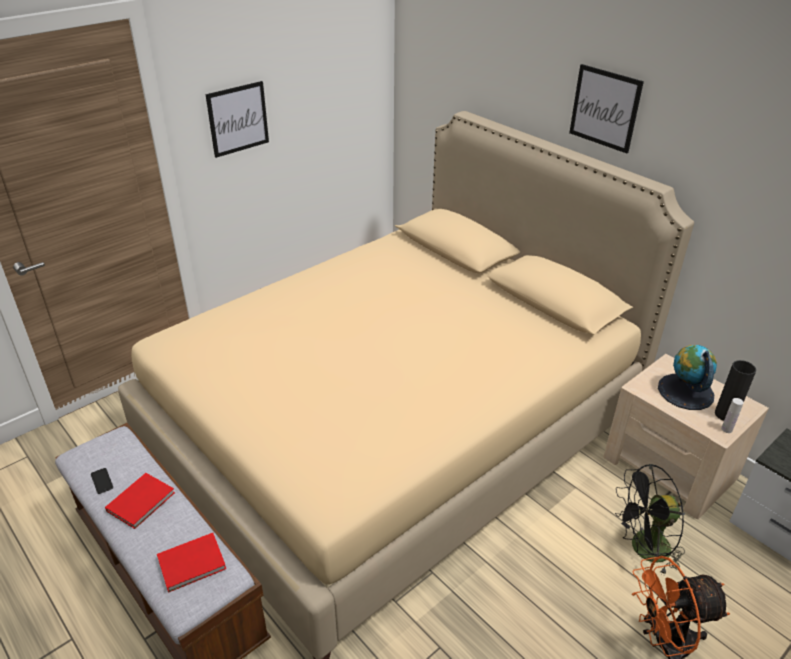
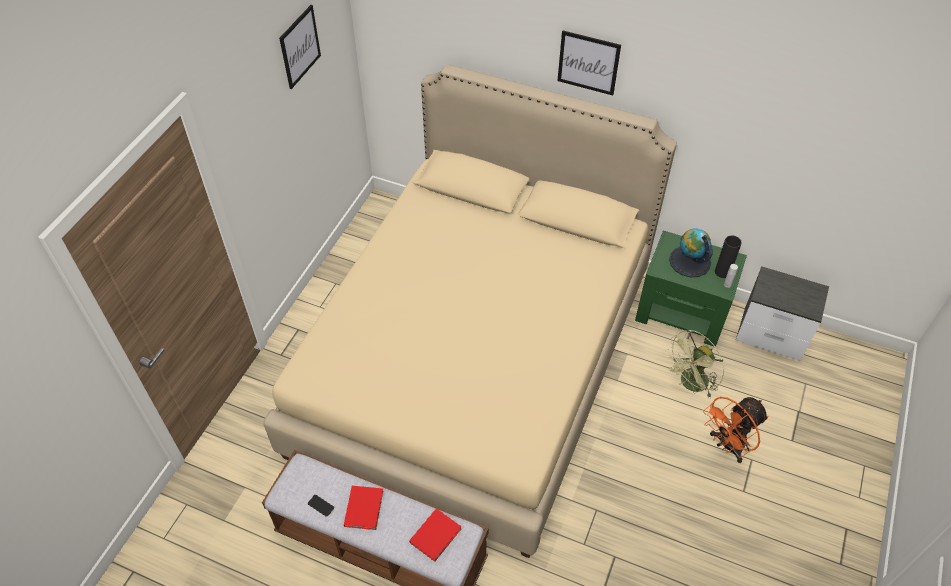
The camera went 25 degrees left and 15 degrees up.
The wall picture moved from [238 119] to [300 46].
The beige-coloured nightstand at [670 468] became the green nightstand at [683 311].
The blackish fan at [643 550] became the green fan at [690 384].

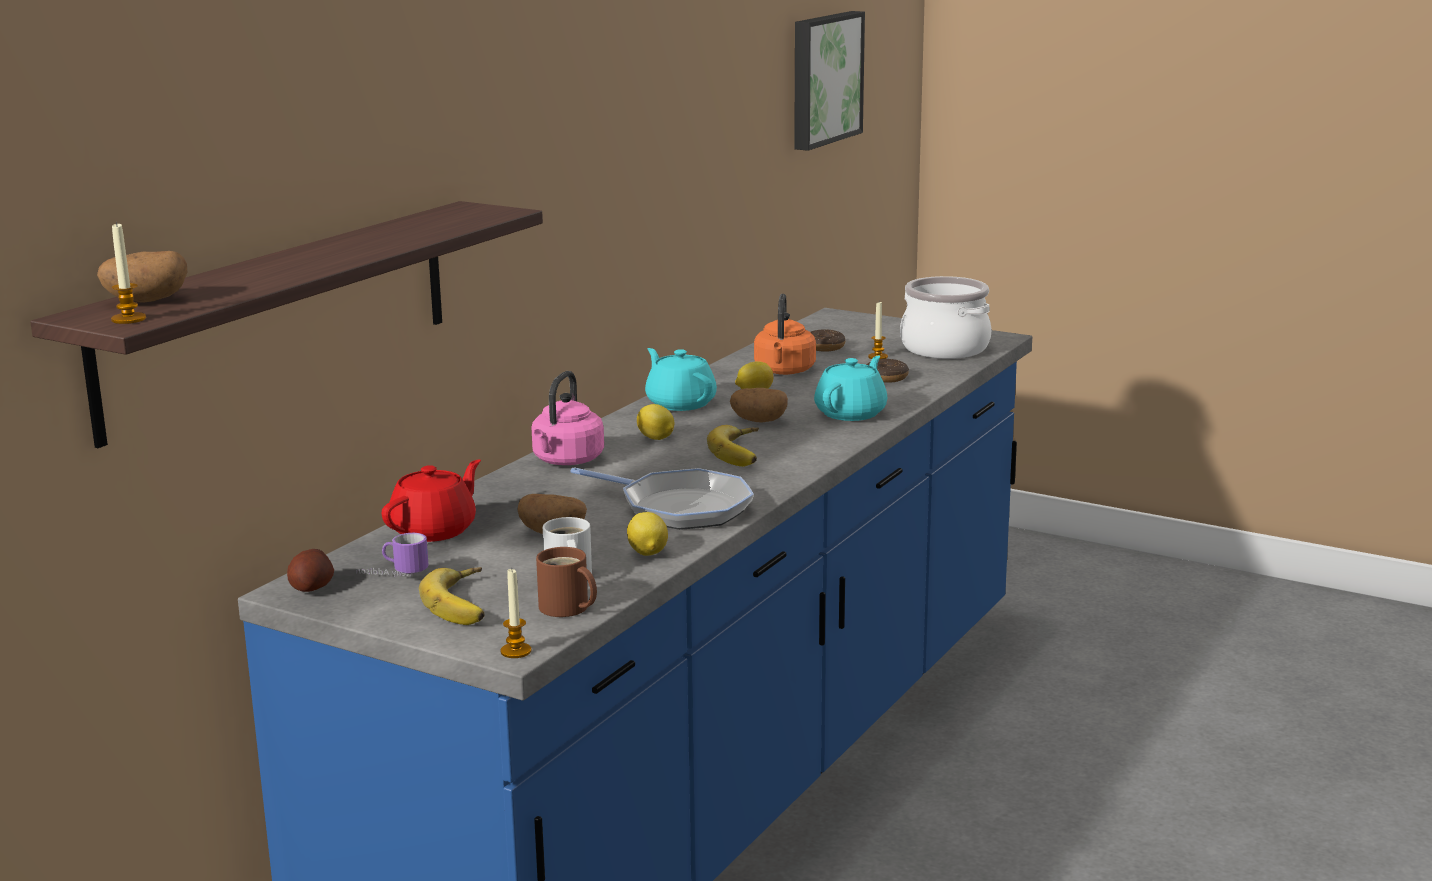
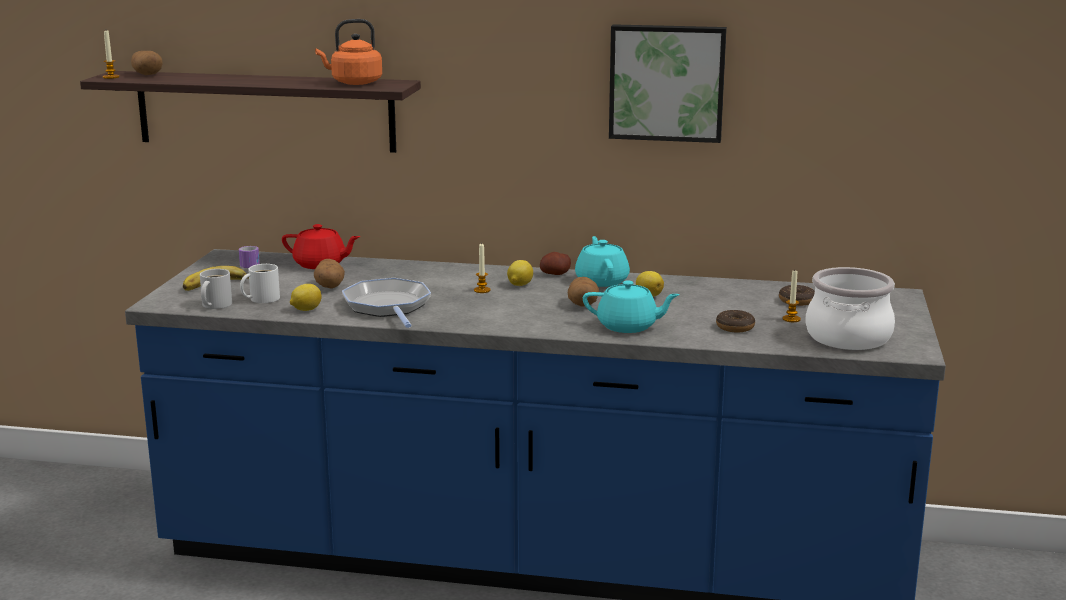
The camera went 70 degrees right and 0 degrees up.
The spud moved from [312 588] to [555 274].
The candle moved from [516 651] to [482 290].
The pink-coloured water kettle at [566 461] disappeared.
The brownish mug at [566 609] became the white mug at [214 305].
The skillet at [679 508] turned 150 degrees clockwise.
The turquoise tea pot at [680 403] turned 45 degrees counterclockwise.
The whole banana at [744 452] disappeared.
The orange-coloured water kettle moved from [784 371] to [354 83].
The wall picture moved from [823 79] to [667 82].

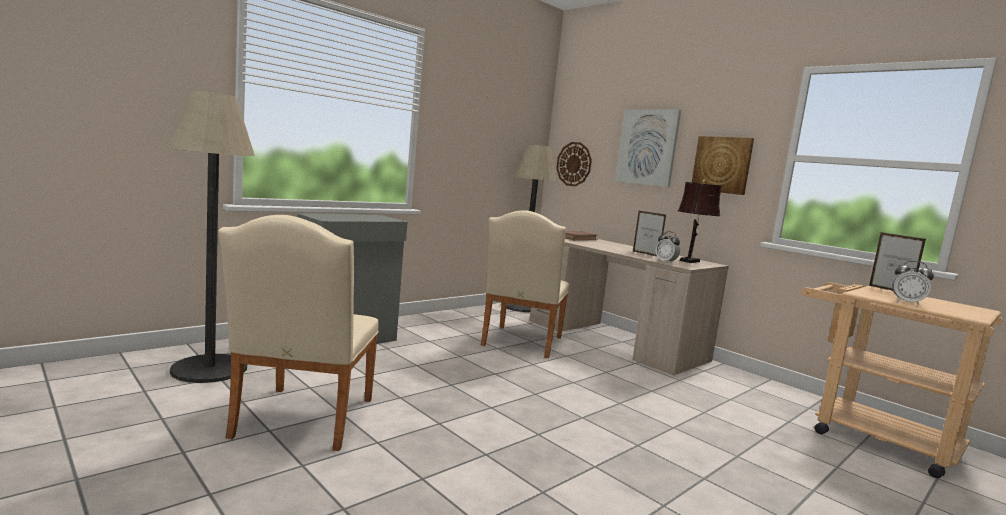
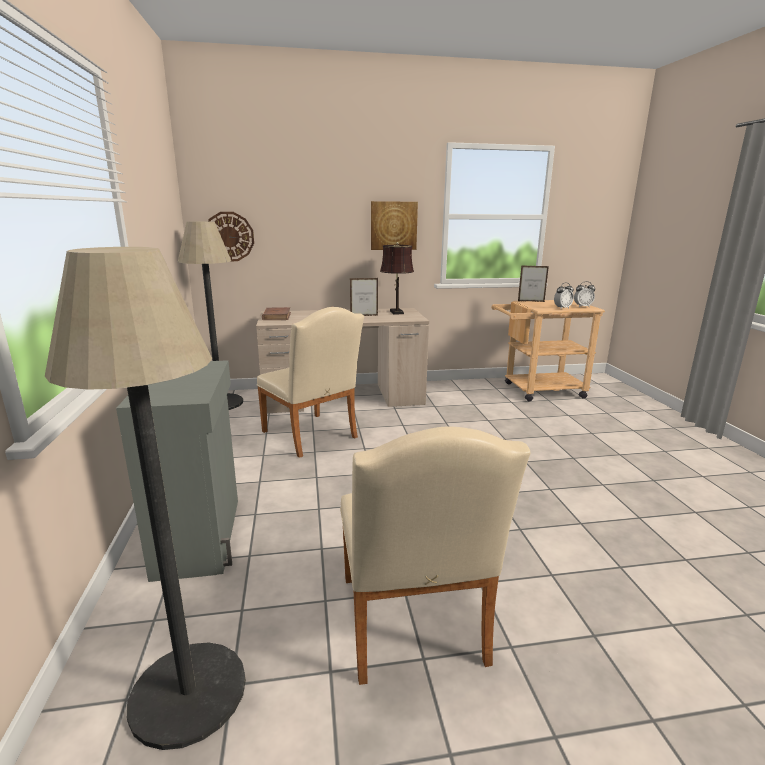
The camera went 55 degrees left and 10 degrees up.
The beige-coloured plain chair at [300 421] turned 45 degrees clockwise.
The wall picture at [647 147] disappeared.
The alarm clock moved from [665 262] to [582 306].

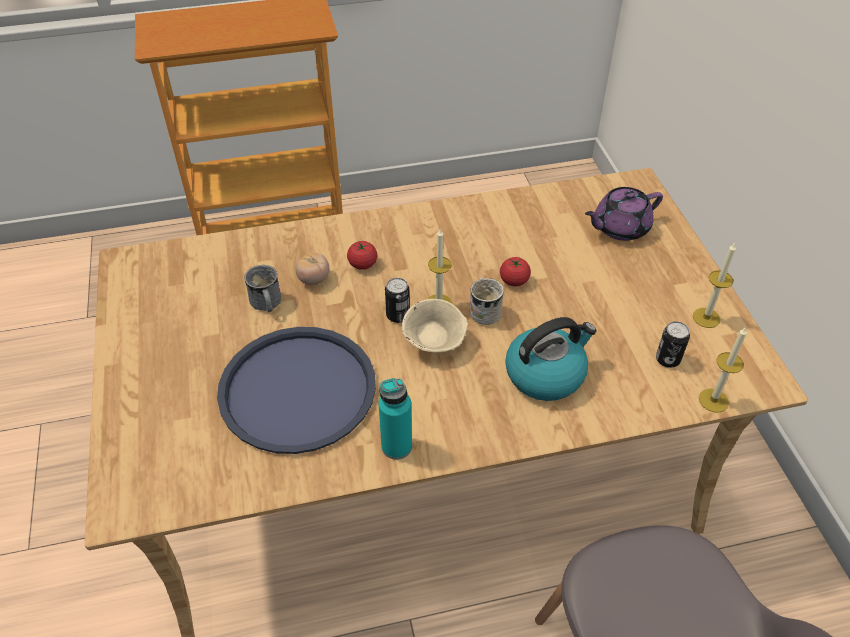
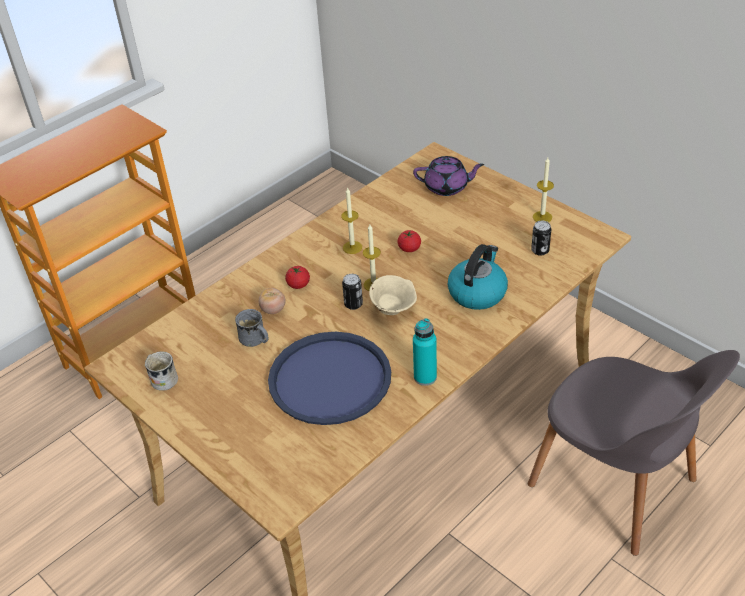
The camera went 30 degrees left and 5 degrees down.
The white mug moved from [484 310] to [162 379].
The purple tea pot at [619 227] turned 120 degrees counterclockwise.
The candle moved from [713 400] to [352 247].

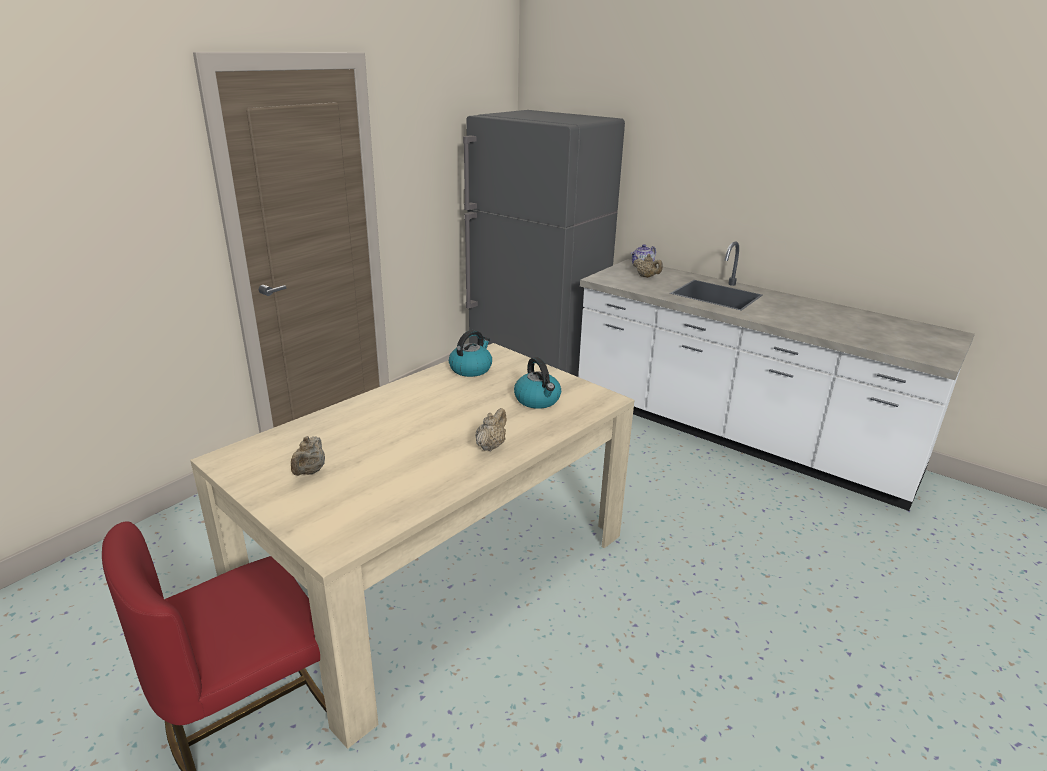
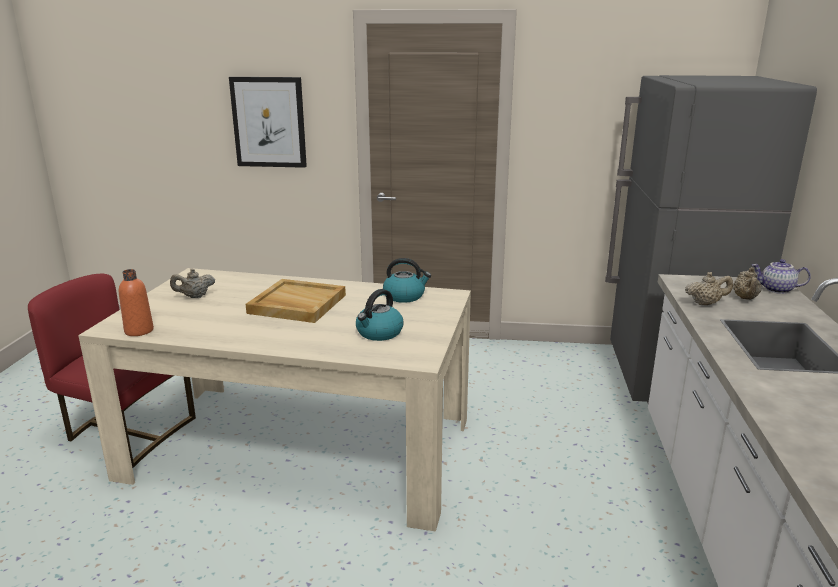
The camera went 60 degrees right and 5 degrees down.
The beige-coloured tea pot moved from [491 446] to [705 303].
The orange-coloured beverage bottle at [139 331] appeared.
The wall picture at [269 122] appeared.
The beige-coloured serving tray at [296 304] appeared.

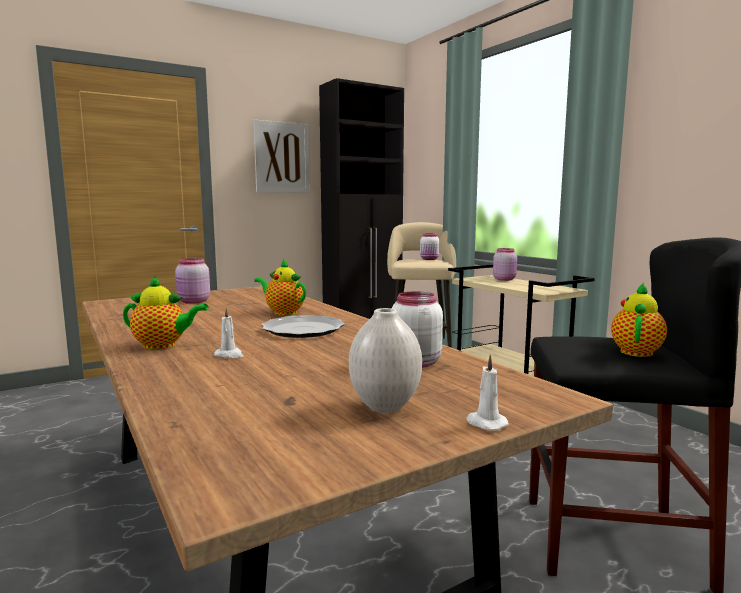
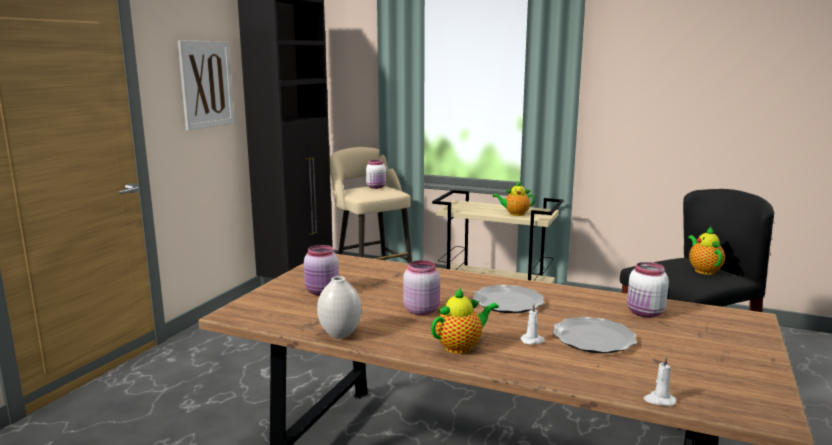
The camera went 35 degrees left and 5 degrees up.
The tea pot moved from [283 312] to [515 214].
The white flower vase moved from [385 406] to [340 334].
The white candle moved from [485 423] to [659 400].
The pink-coloured jar moved from [504 279] to [421 310].
The plate at [594 339] appeared.

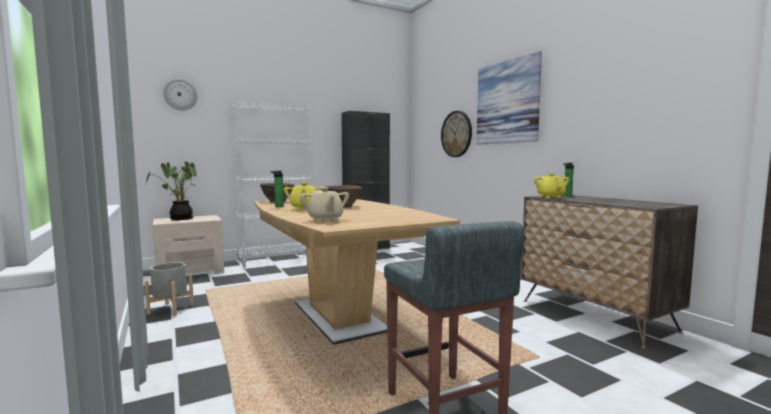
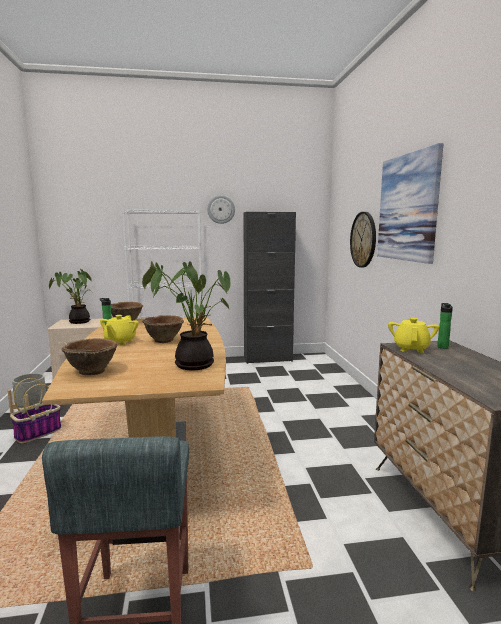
The camera went 20 degrees right and 5 degrees up.
The hanging clock moved from [180 94] to [221 209].
The beige-coloured tea pot at [325 220] was replaced by the brownish serving bowl at [91 371].
The household basket at [38 433] appeared.
The houseplant at [193 363] appeared.

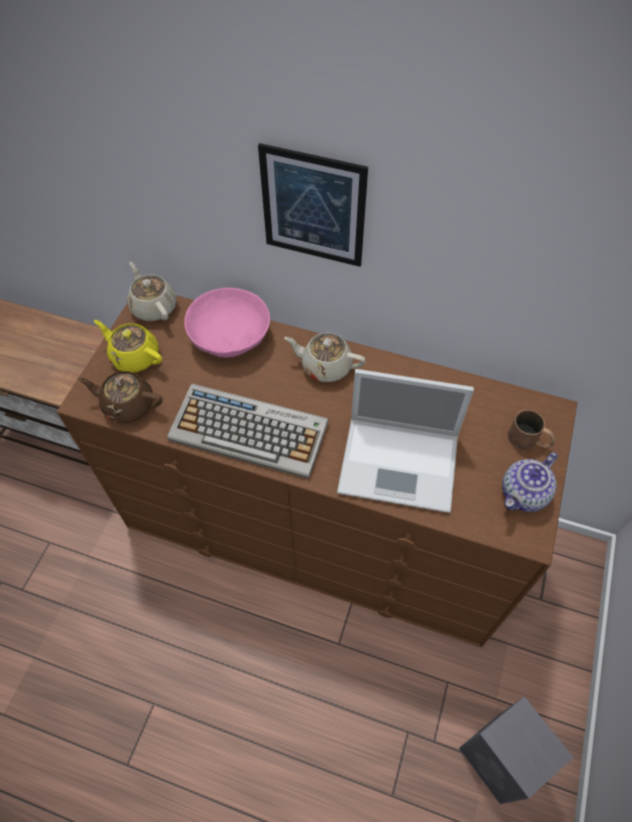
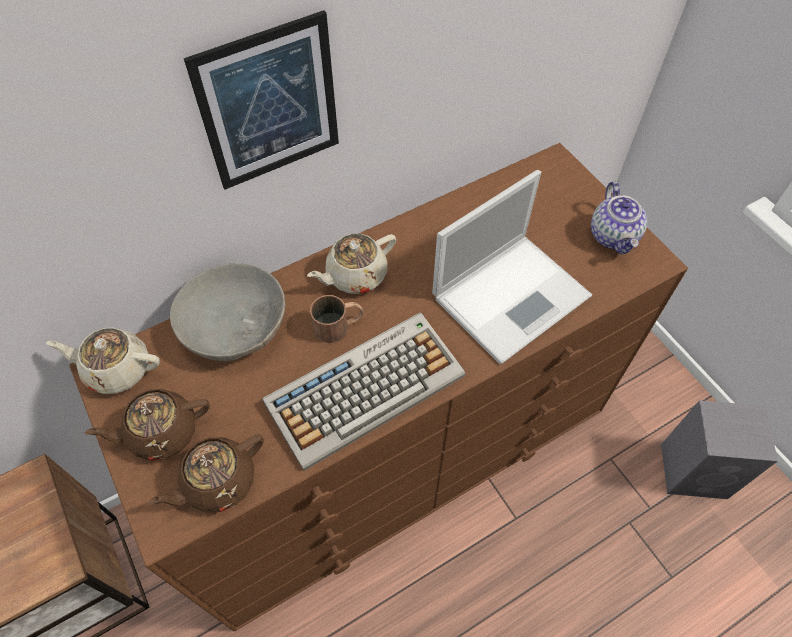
The camera went 50 degrees left and 0 degrees up.
The yellow-coloured tea pot at [134 356] became the brownish tea pot at [161 432].
The pink-coloured serving bowl at [230 336] became the gray serving bowl at [235 326].
The brownish mug moved from [529 440] to [339 325].

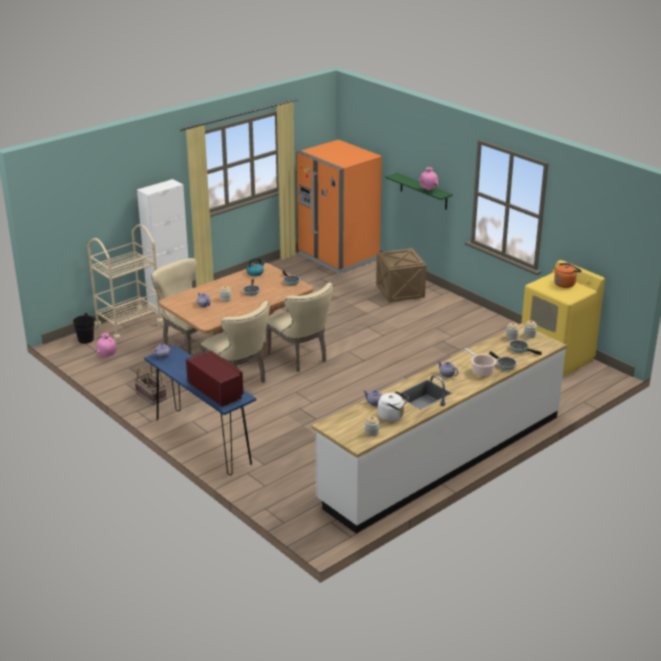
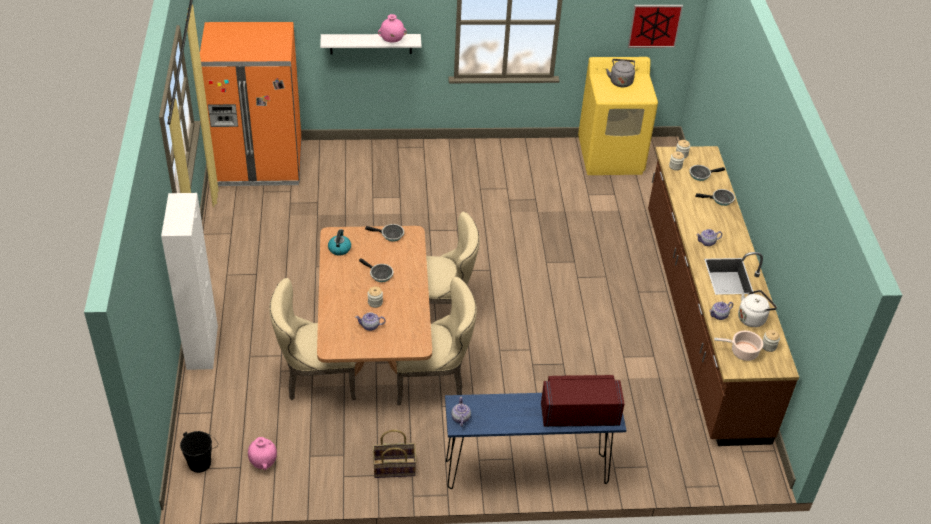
The camera went 55 degrees left and 15 degrees up.
The beige-coloured trolley at [129 325] disappeared.
The white counter at [442 457] became the brownish counter at [702 319].
The crate at [400 292] disappeared.
The green wall shelf at [423 191] became the white wall shelf at [371 43].
The cooking pot moved from [481 371] to [742 352].
The orange-coloured water kettle at [565 284] became the gray water kettle at [620 81].
The wall picture at [654 25] appeared.

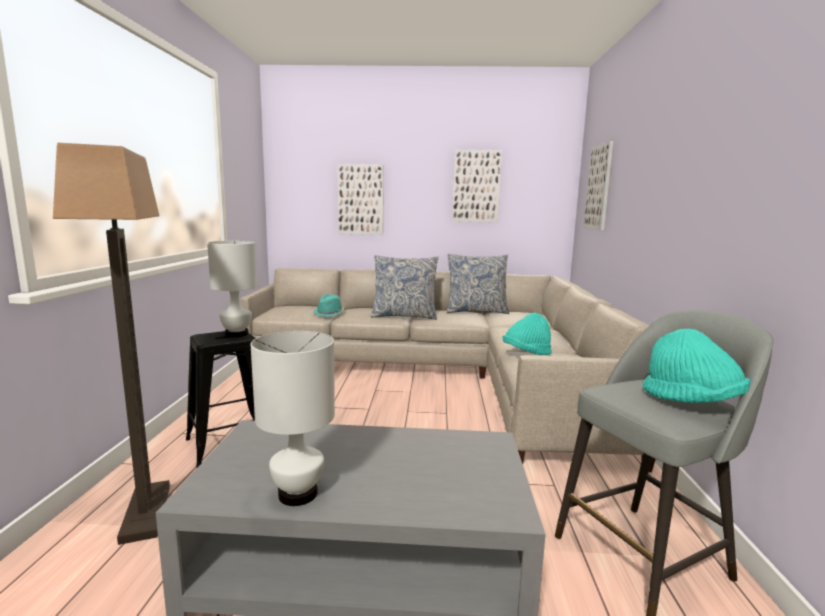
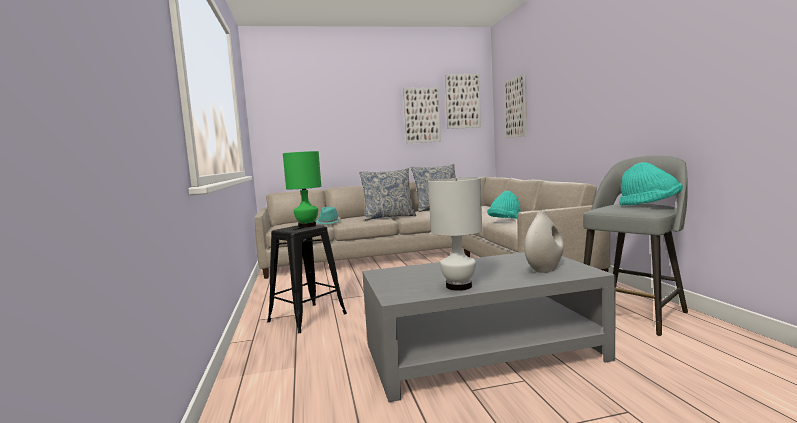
The camera went 15 degrees left and 5 degrees down.
The floor lamp at [145 513] disappeared.
The white table lamp at [236 334] became the green table lamp at [307 226].
The wall picture moved from [360 199] to [462 101].
The white flower vase at [544 269] appeared.

